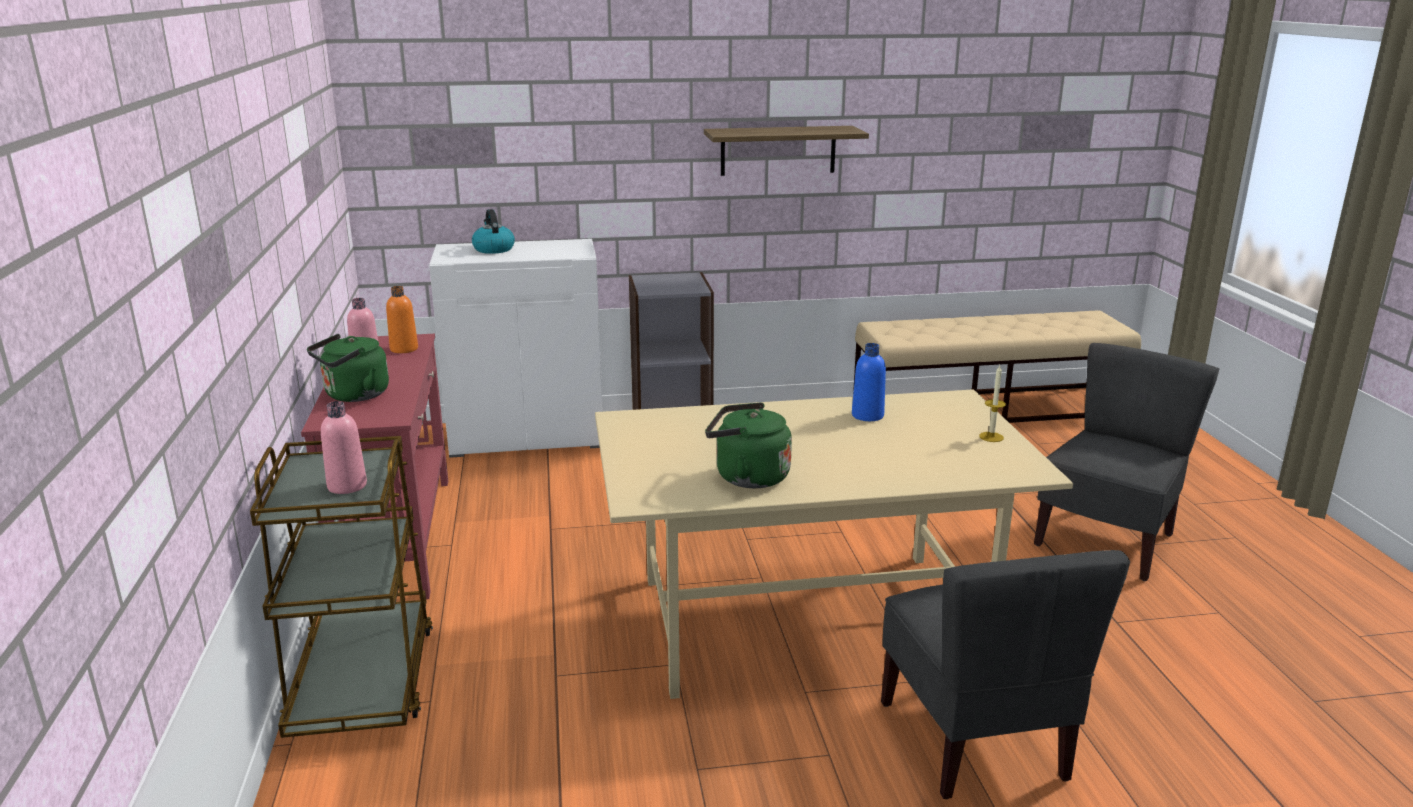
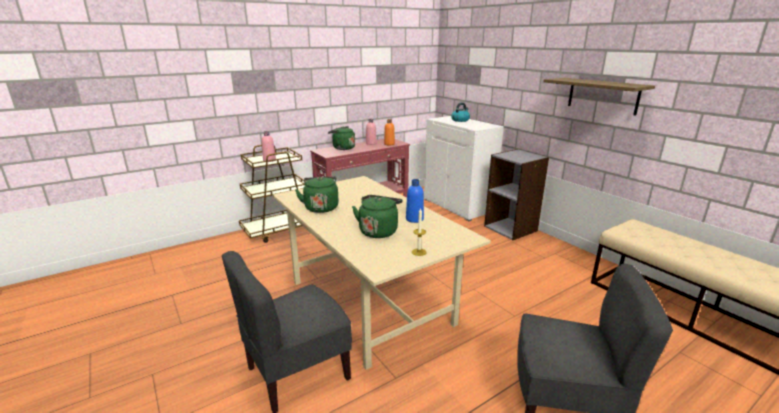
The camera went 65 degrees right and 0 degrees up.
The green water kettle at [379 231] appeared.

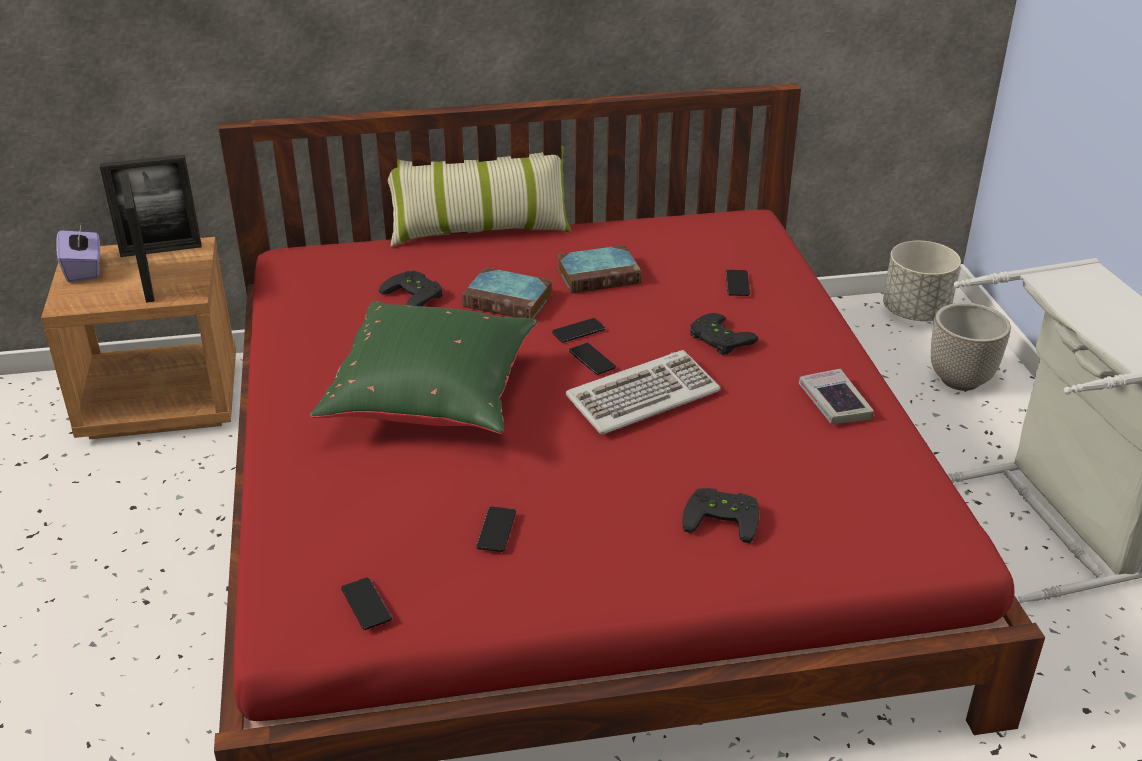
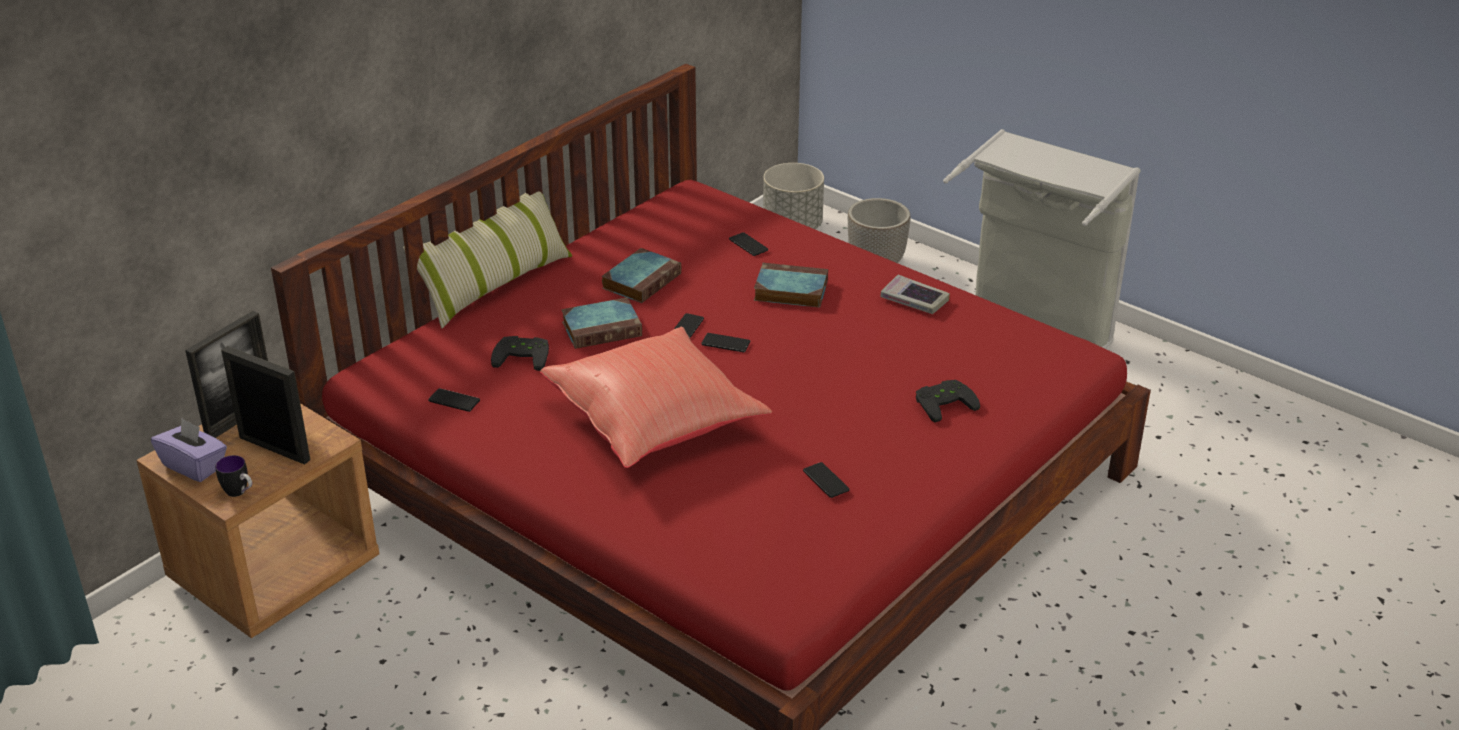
The camera went 40 degrees left and 0 degrees up.
The green throw pillow at [434 398] became the reddish throw pillow at [655 422].
The telephone moved from [366 604] to [454 401].
The keyboard at [642 396] disappeared.
The blackish game controller at [718 339] was replaced by the book at [789 291].
The mug at [240 493] appeared.

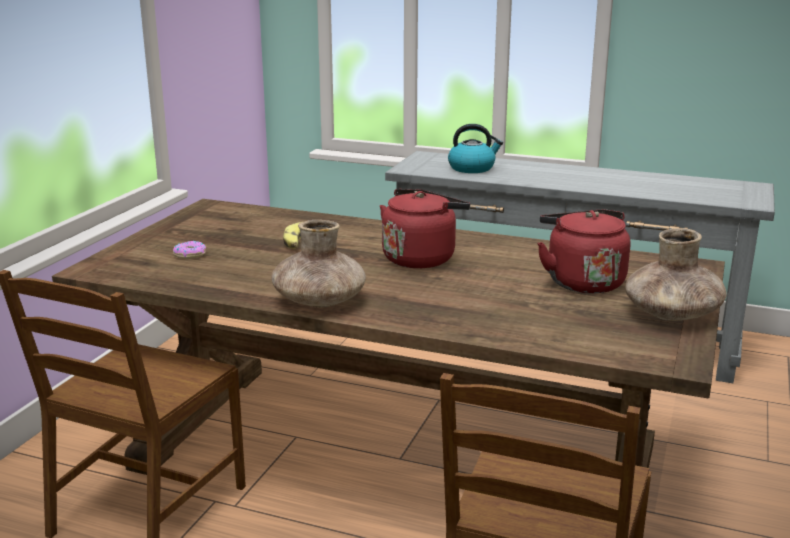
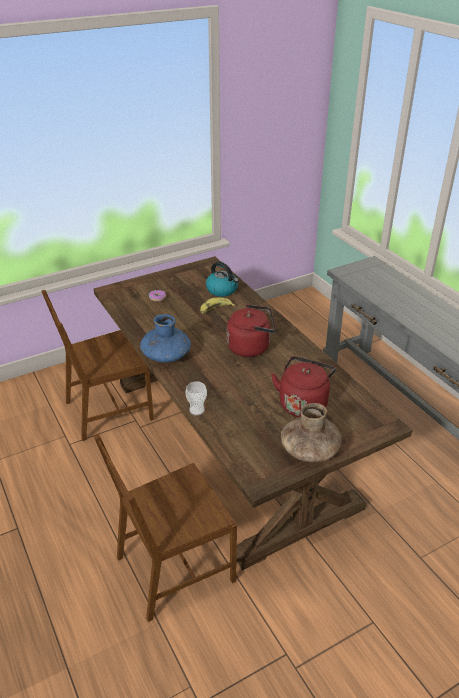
The camera went 40 degrees right and 15 degrees up.
The brownish flower vase at [319 301] became the blue flower vase at [166 355].
The water kettle moved from [472 168] to [222 290].
The drinking cup at [197 410] appeared.

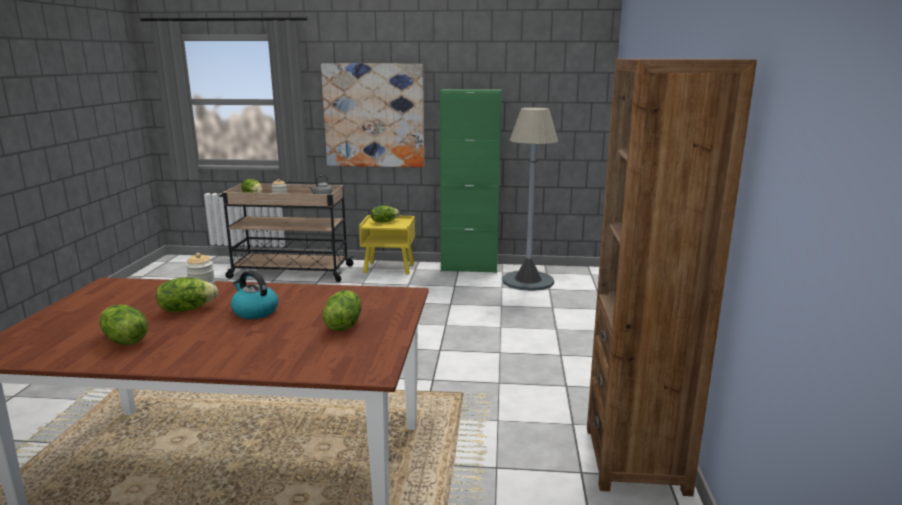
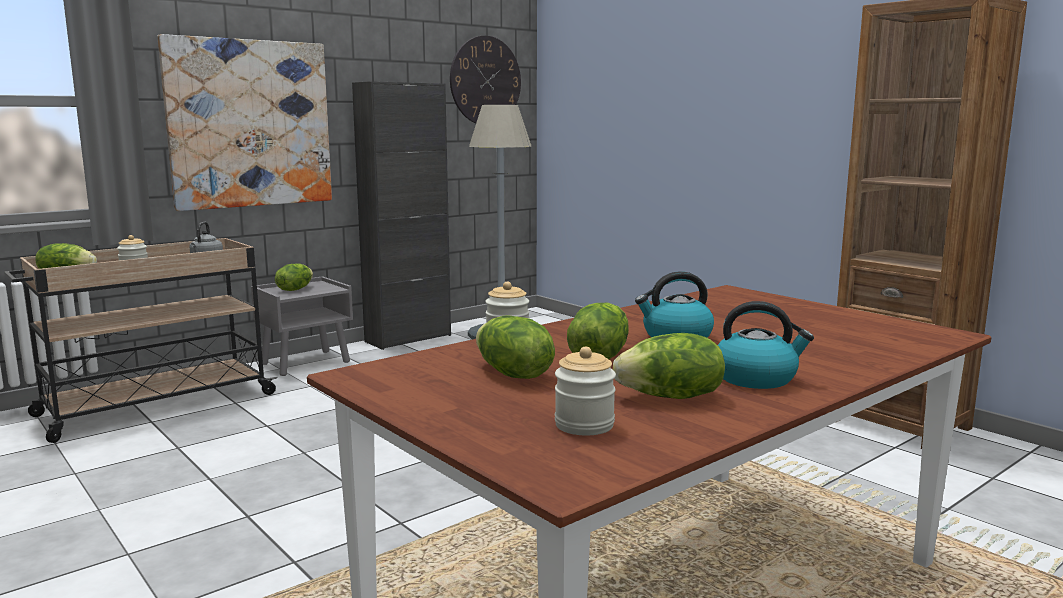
The camera went 45 degrees left and 5 degrees down.
The lettuce head moved from [343 325] to [512 374].
The yellow-coloured nightstand at [389 268] became the gray nightstand at [306 363].
The green cabinet at [469 268] became the blackish cabinet at [408 338].
The hanging clock at [485 81] appeared.
The jar at [584 425] appeared.
The water kettle at [756 378] appeared.

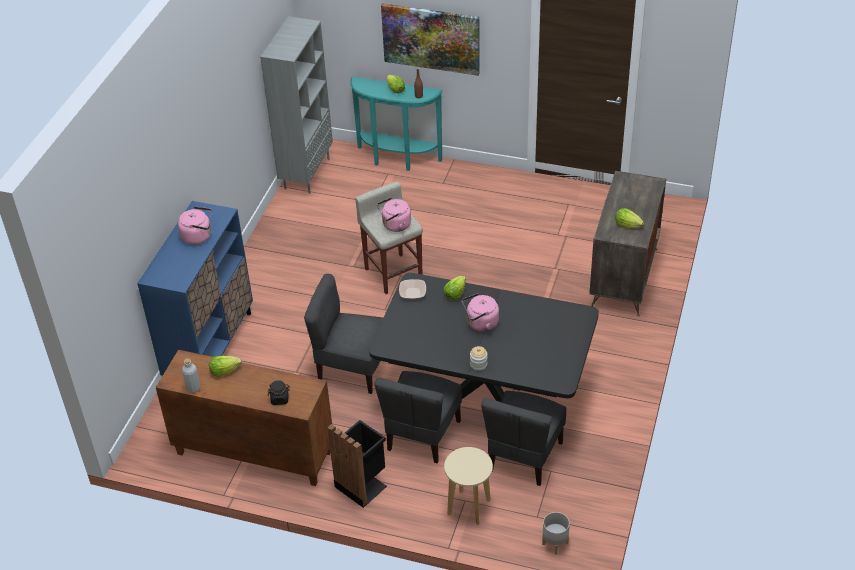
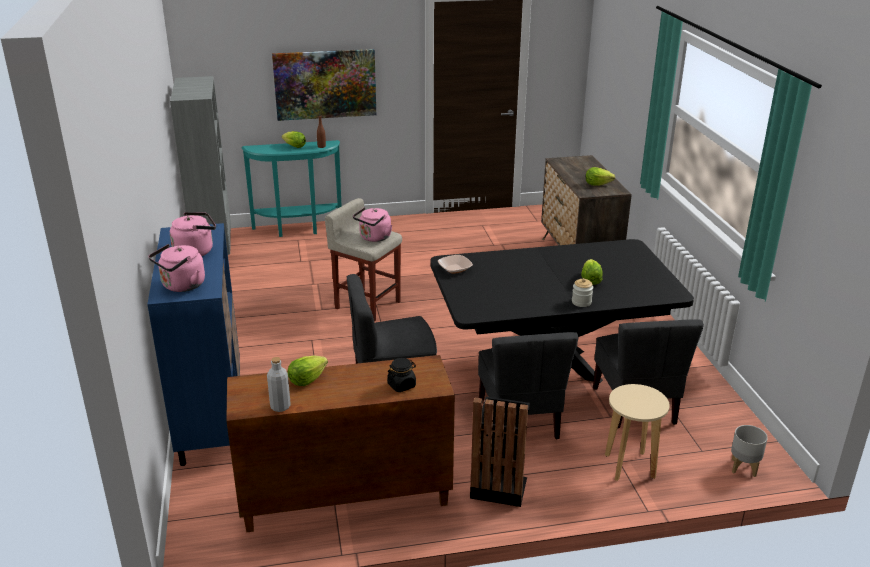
The camera went 30 degrees left and 15 degrees down.
The lettuce head moved from [455 294] to [590 280].
The pink-coloured water kettle moved from [480 324] to [181 286].

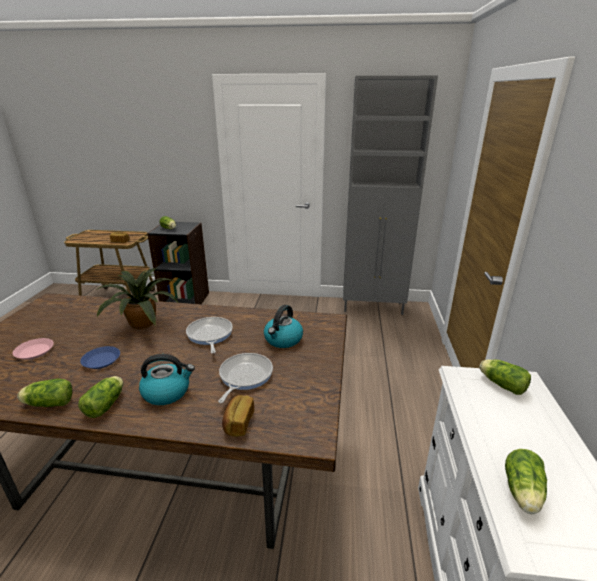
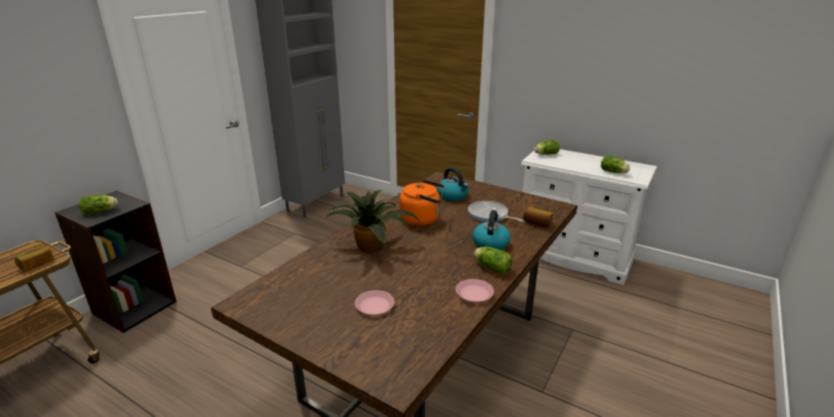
The camera went 65 degrees left and 0 degrees up.
The lettuce head at [48 403] was replaced by the pink-coloured plate at [474 293].
The blue plate at [101 360] disappeared.
The skillet at [209 335] was replaced by the orange-coloured water kettle at [422 219].

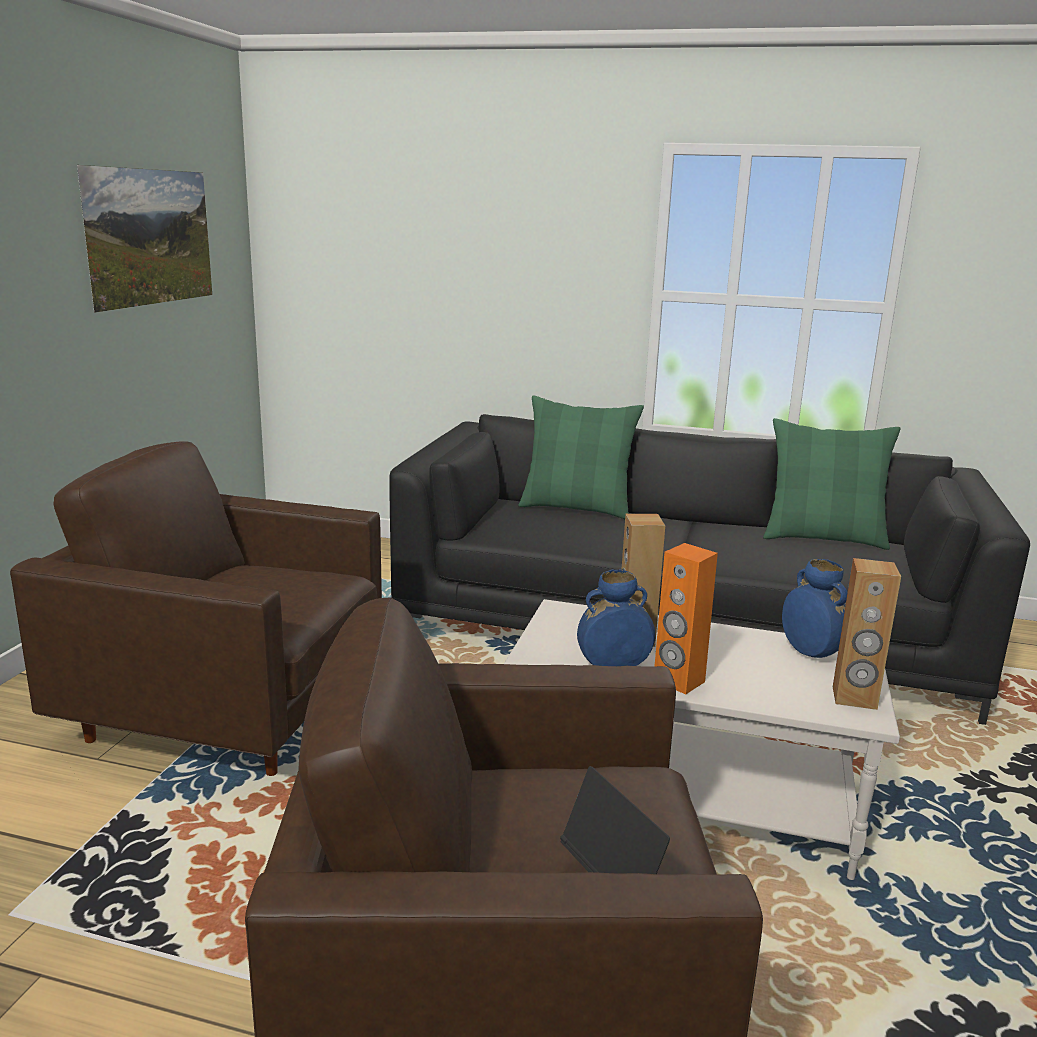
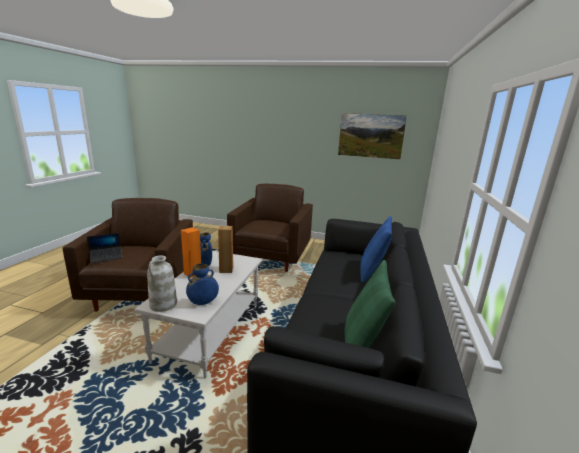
The camera went 90 degrees right and 0 degrees up.
The green throw pillow at [576 508] became the blue throw pillow at [372 271].
The brownish audio speaker at [854 698] was replaced by the white flower vase at [163 305].

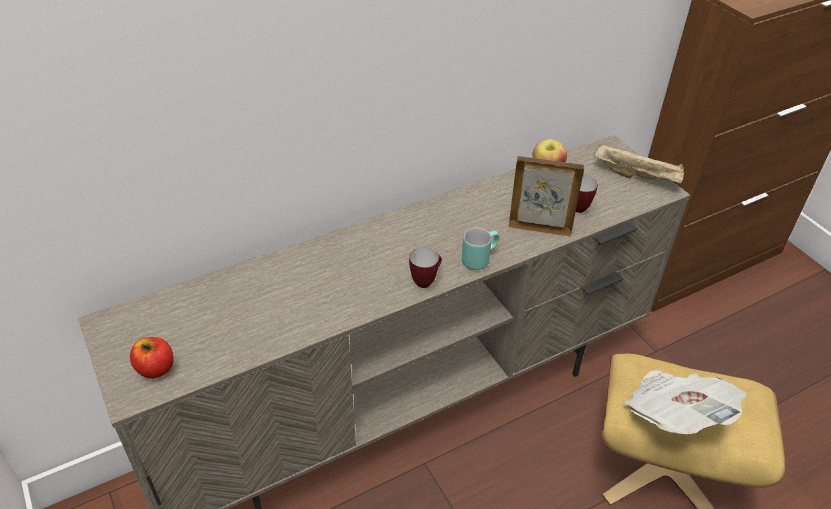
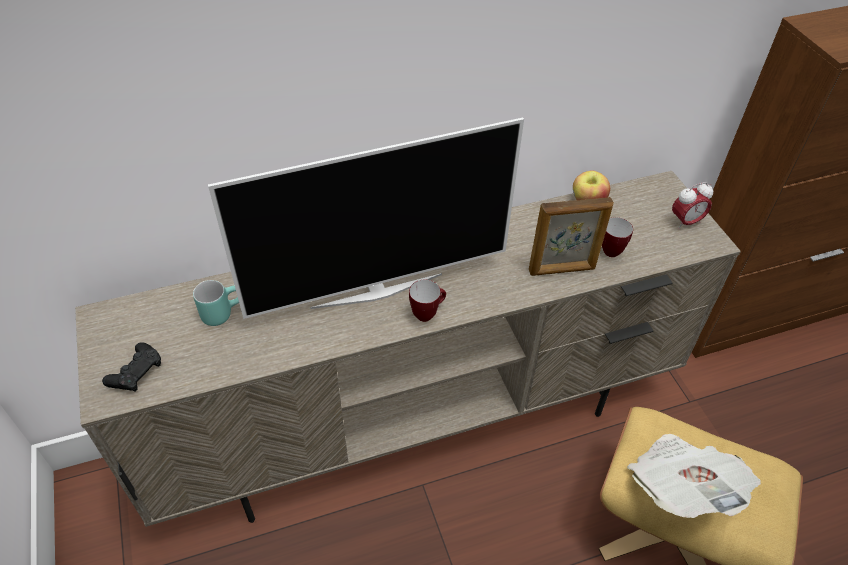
The camera went 10 degrees right and 5 degrees up.
The whole apple at [156 368] was replaced by the blackish game controller at [136 372].
The turquoise mug moved from [478 258] to [222 312].
The standing frame at [539 228] turned 150 degrees clockwise.
The beige-coloured serving tray at [637 176] was replaced by the alarm clock at [685 222].
The television at [376 289] appeared.

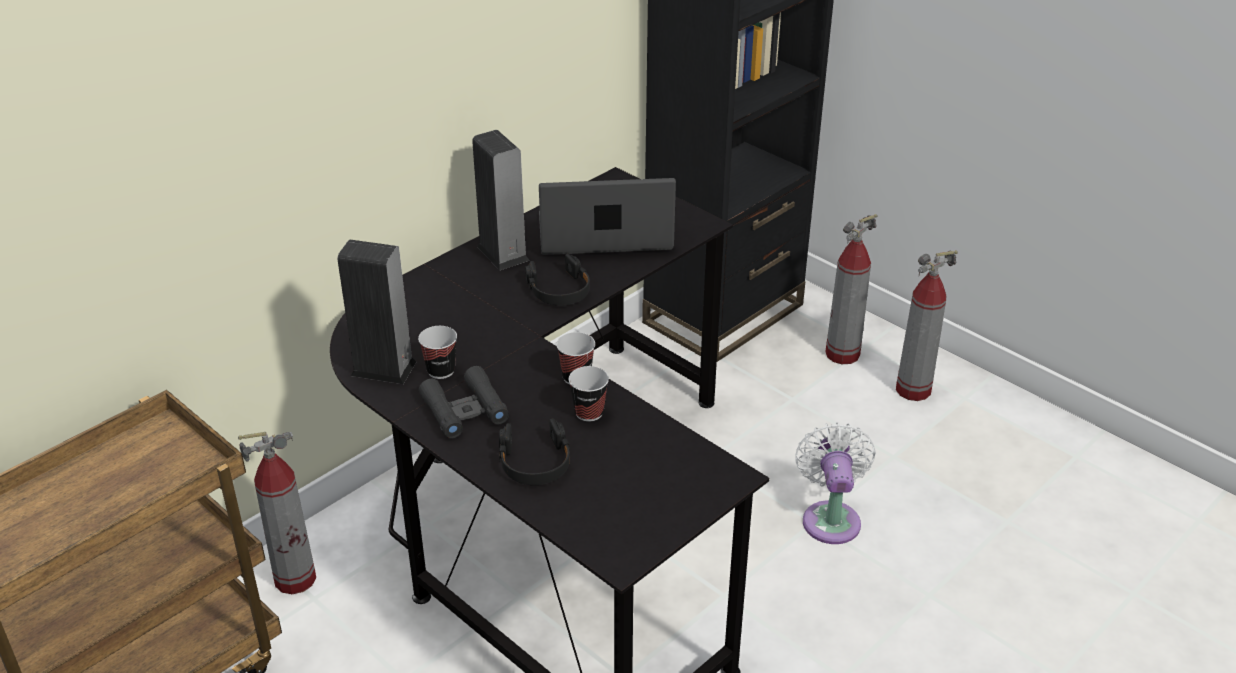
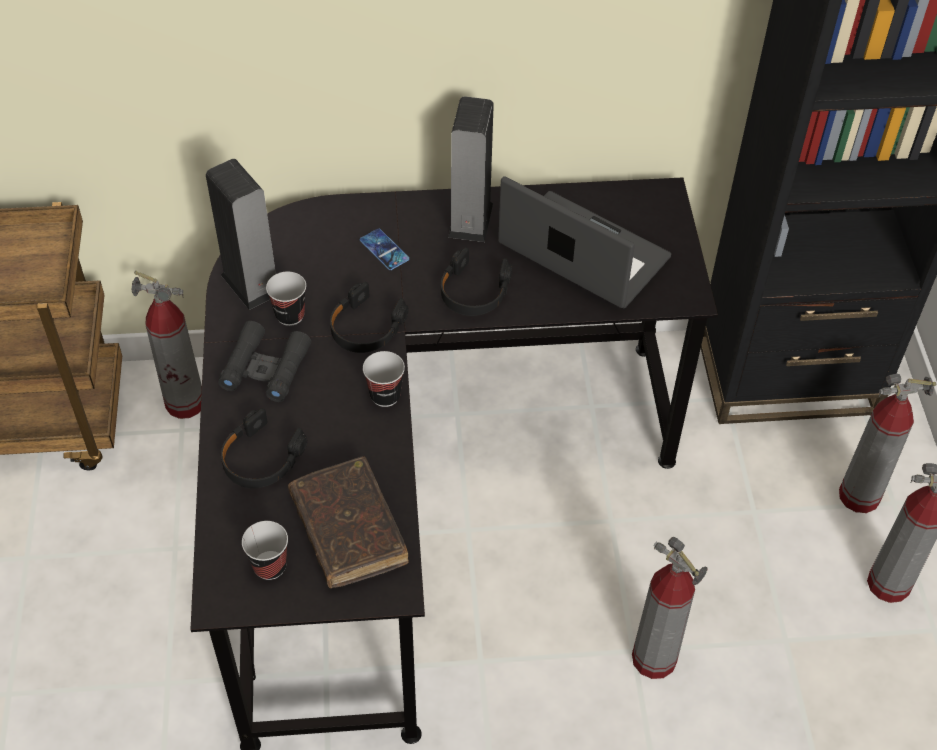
The camera went 40 degrees right and 15 degrees up.
The drinking cup moved from [589 412] to [270 566].
The white fan at [830 518] was replaced by the extinguisher at [653 658].
The brownish book at [348 530] appeared.
The blackish pair of headphones at [366 327] appeared.
The telephone at [384 250] appeared.

